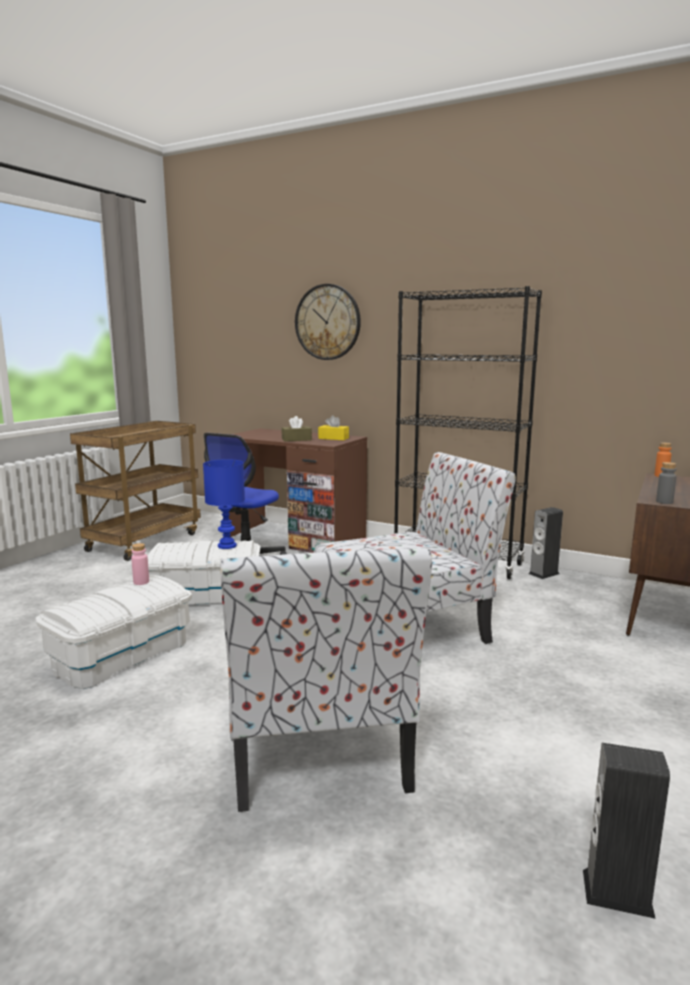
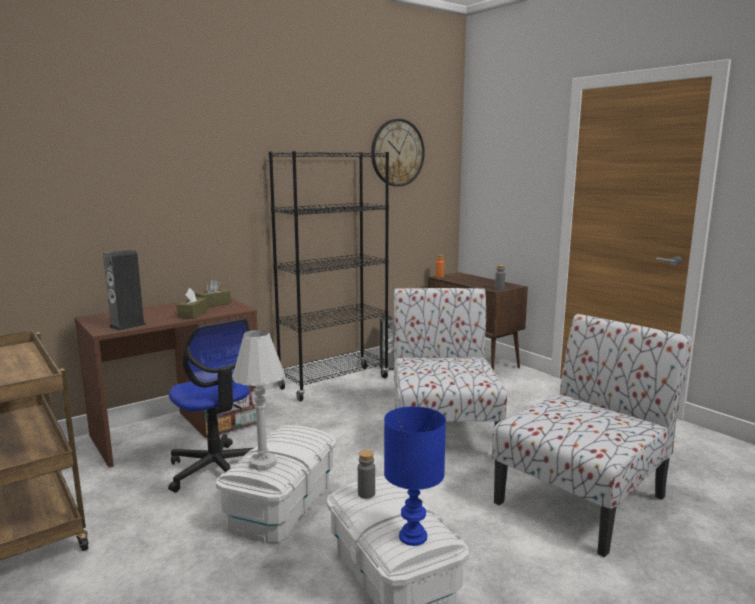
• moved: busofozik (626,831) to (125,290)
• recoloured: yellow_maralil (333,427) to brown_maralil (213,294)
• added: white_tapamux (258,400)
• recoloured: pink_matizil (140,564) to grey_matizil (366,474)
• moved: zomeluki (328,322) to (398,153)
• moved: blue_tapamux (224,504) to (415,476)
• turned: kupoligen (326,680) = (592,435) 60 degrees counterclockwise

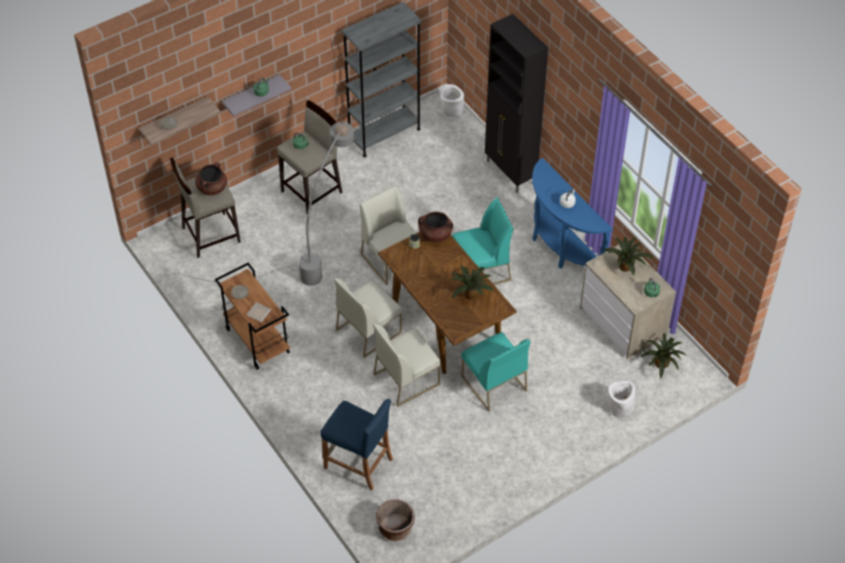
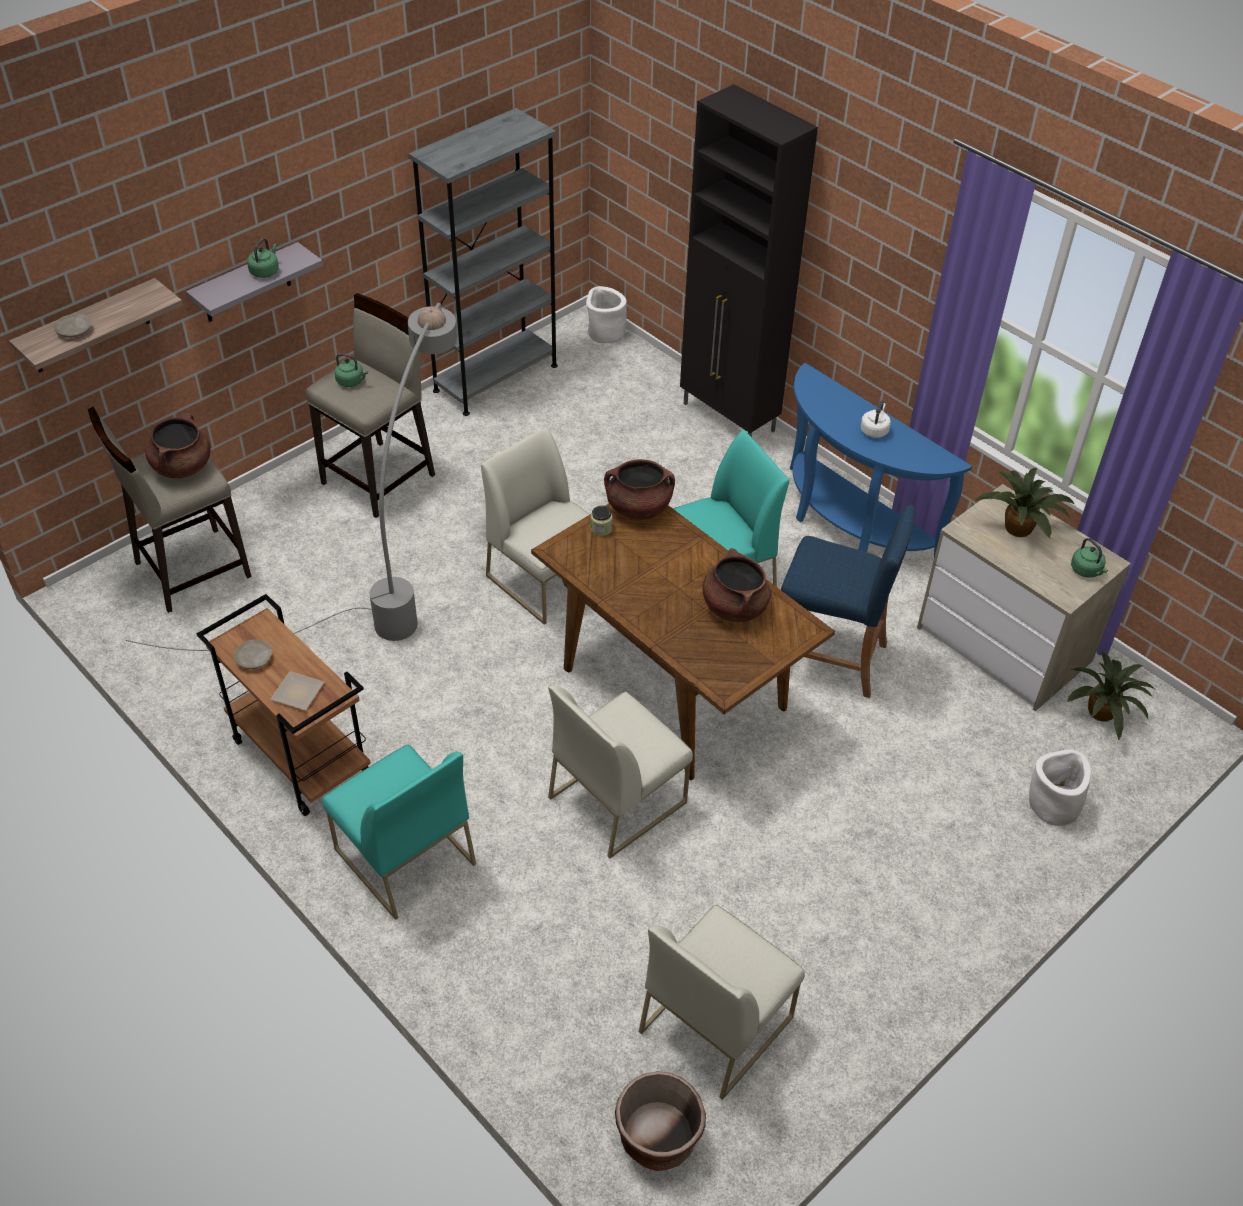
• moved: turquoise_kupoligen (496,372) to (399,832)
• moved: white_kupoligen (368,318) to (722,1002)
• replaced: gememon (471,282) to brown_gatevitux (736,585)
• moved: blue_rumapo (357,444) to (848,601)

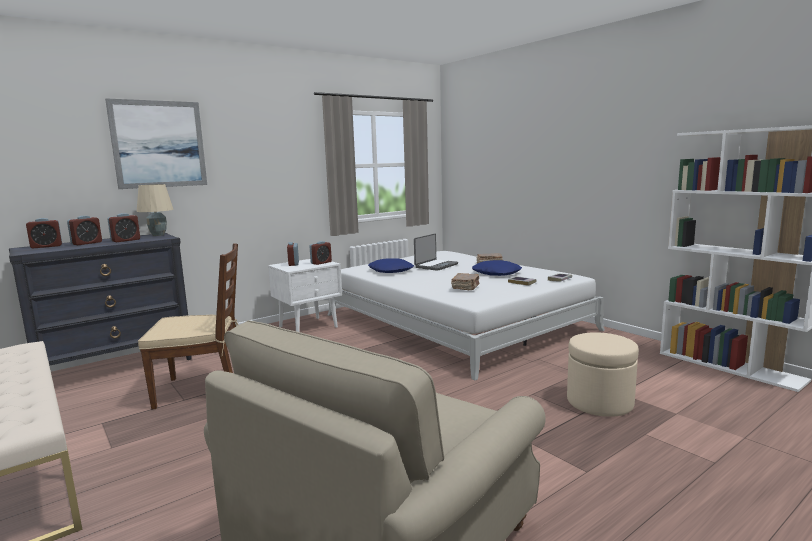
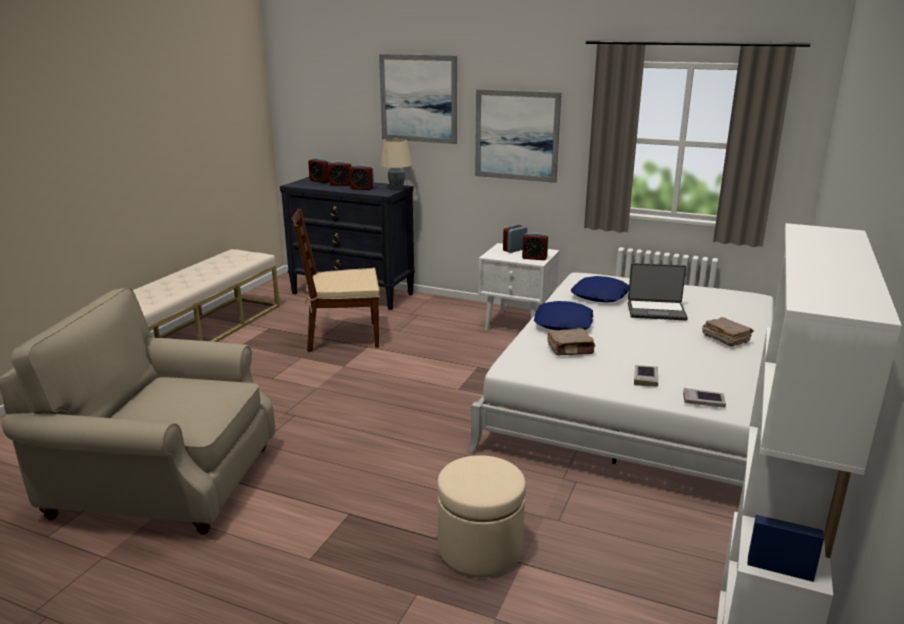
• turned: brown_kupoligen (188,326) = (336,280) 120 degrees clockwise
• added: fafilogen (518,136)
• moved: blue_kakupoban (497,268) to (563,315)

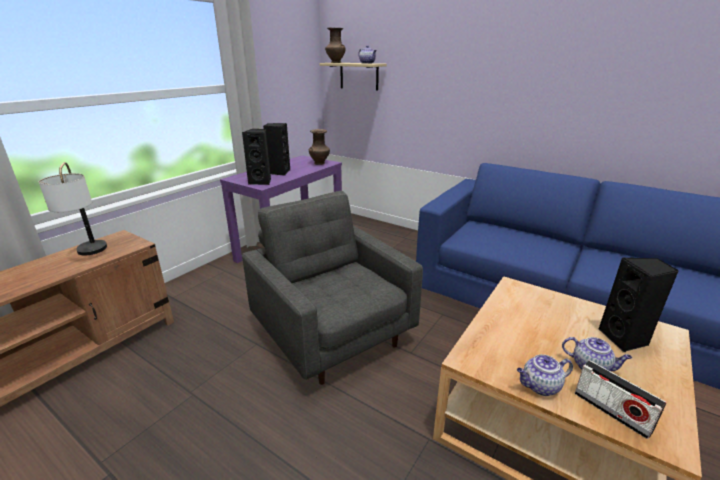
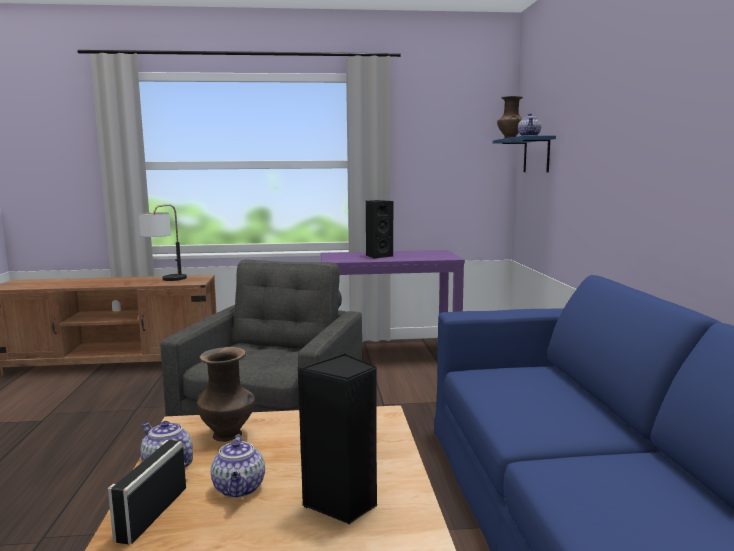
• moved: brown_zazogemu (319,147) to (226,394)
• recoloured: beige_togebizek (353,77) to blue_togebizek (524,154)
• removed: black_busofozik (256,157)

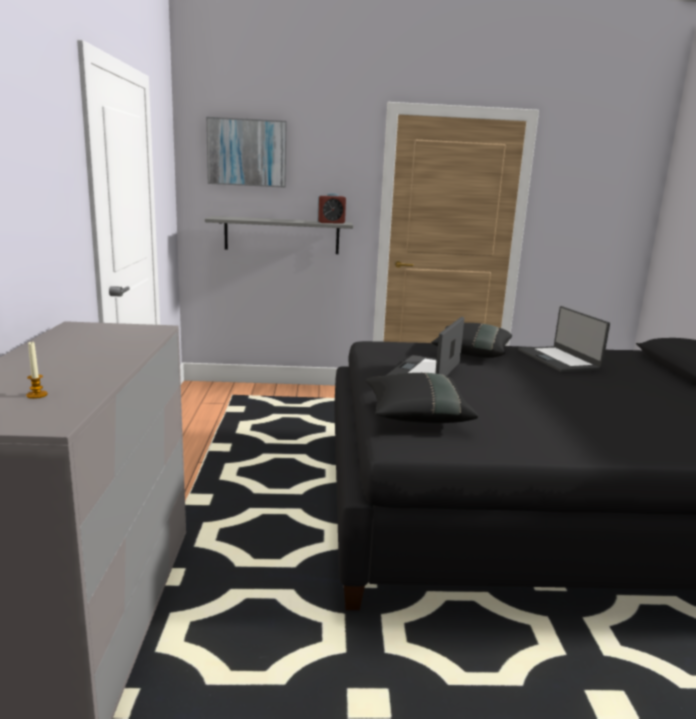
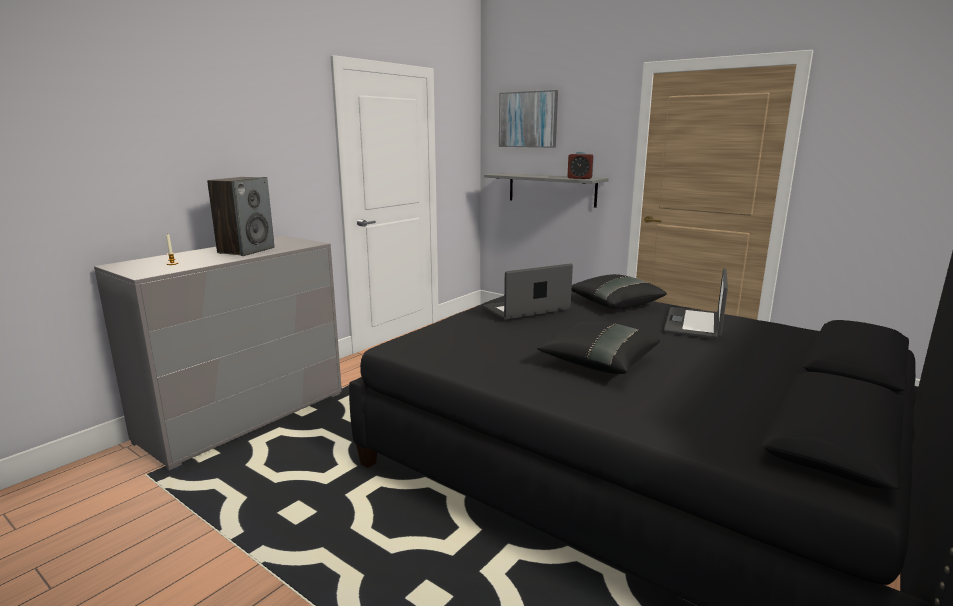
• added: busofozik (241,216)
• moved: black_kakupoban (421,398) to (598,347)

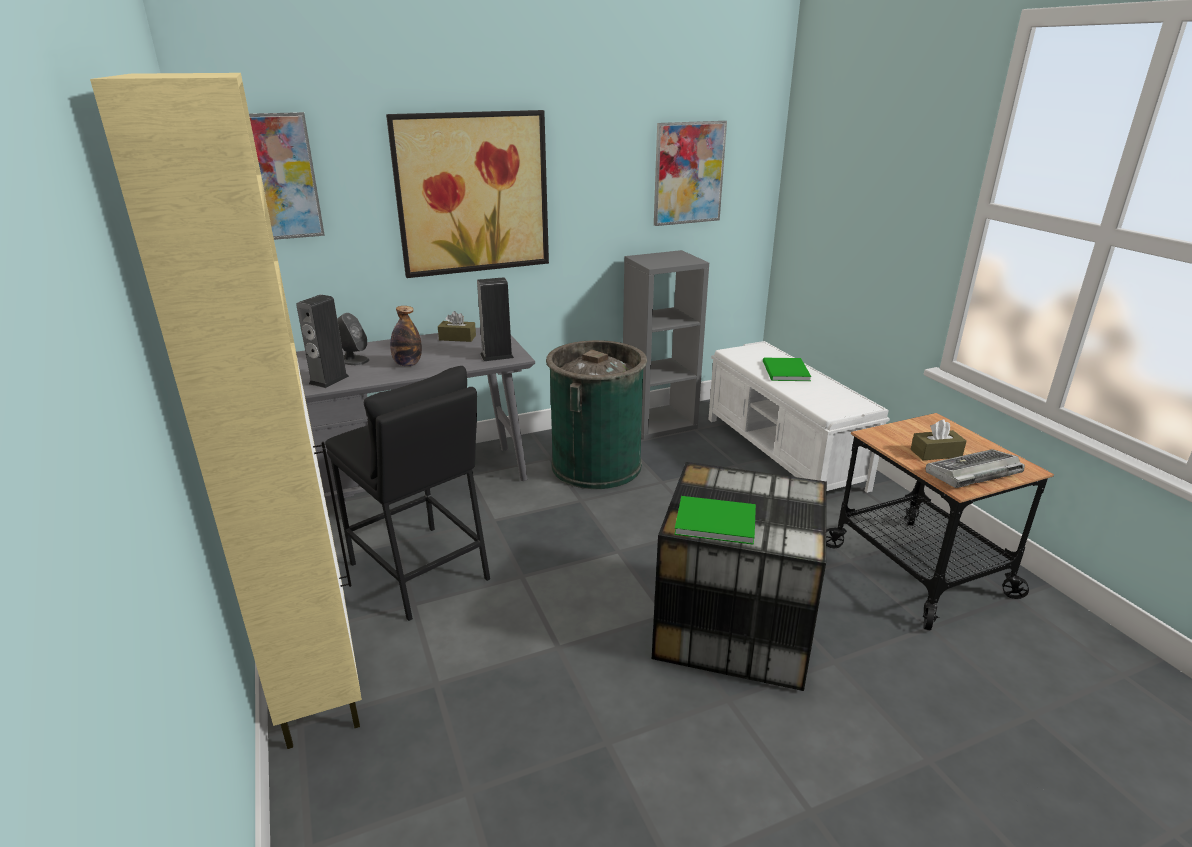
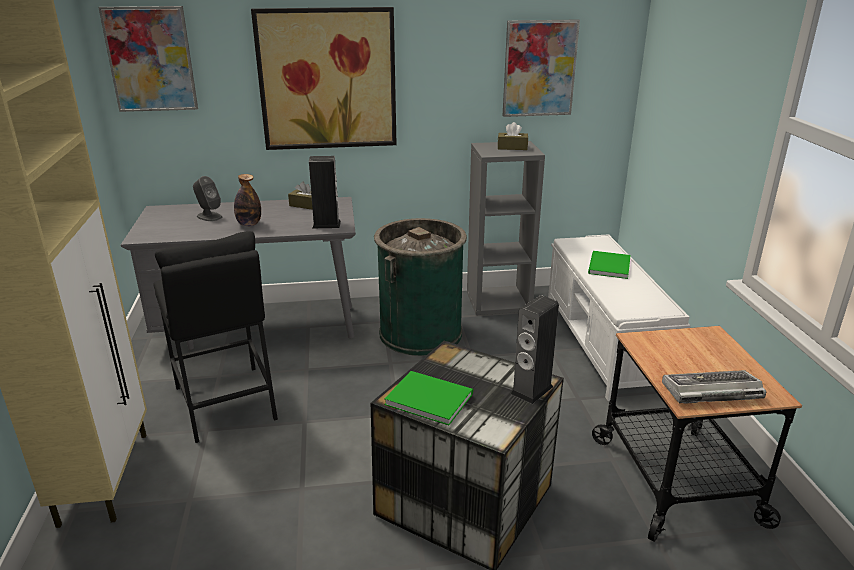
• moved: brown_maralil (938,440) to (513,136)
• moved: busofozik (322,341) to (535,349)

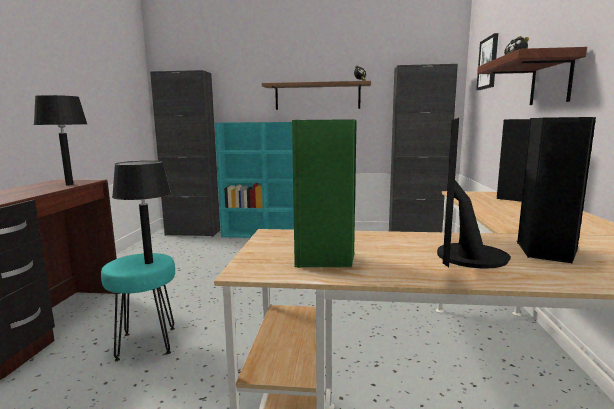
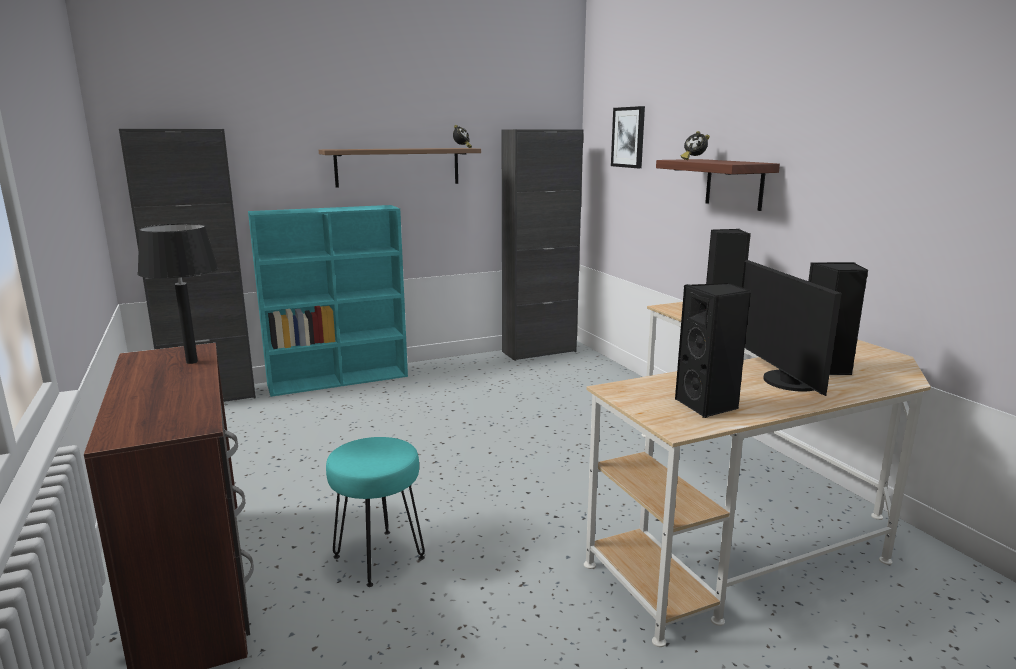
• recoloured: green_busofozik (324,193) to black_busofozik (713,350)
• removed: black_tapamux (141,212)

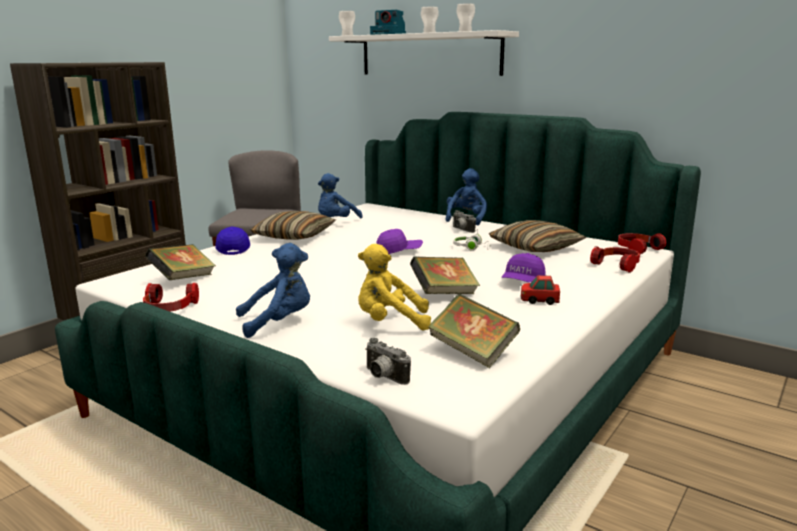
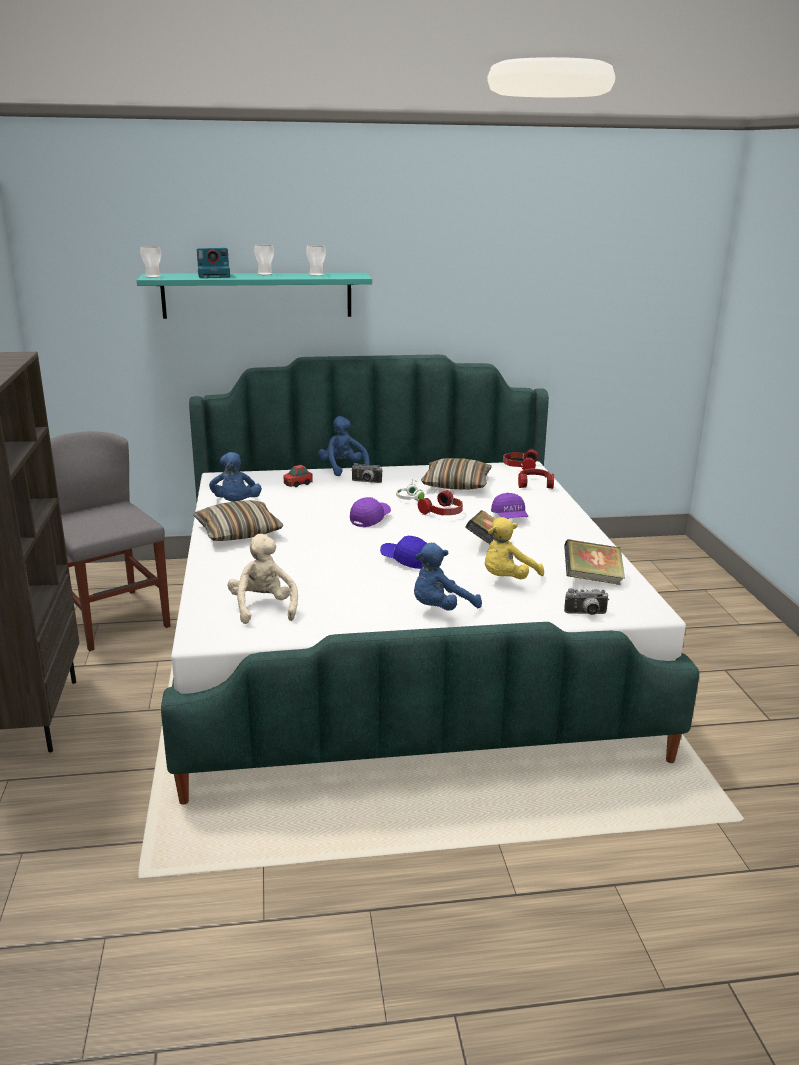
• recoloured: white_togebizek (424,53) to turquoise_togebizek (254,296)
• replaced: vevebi (180,262) to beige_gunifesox (263,579)
• moved: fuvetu (540,290) to (298,476)
• moved: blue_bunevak (232,240) to (403,552)
• turned: blue_gunifesox (273,290) = (448,577) 150 degrees counterclockwise
• moved: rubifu (171,297) to (440,502)

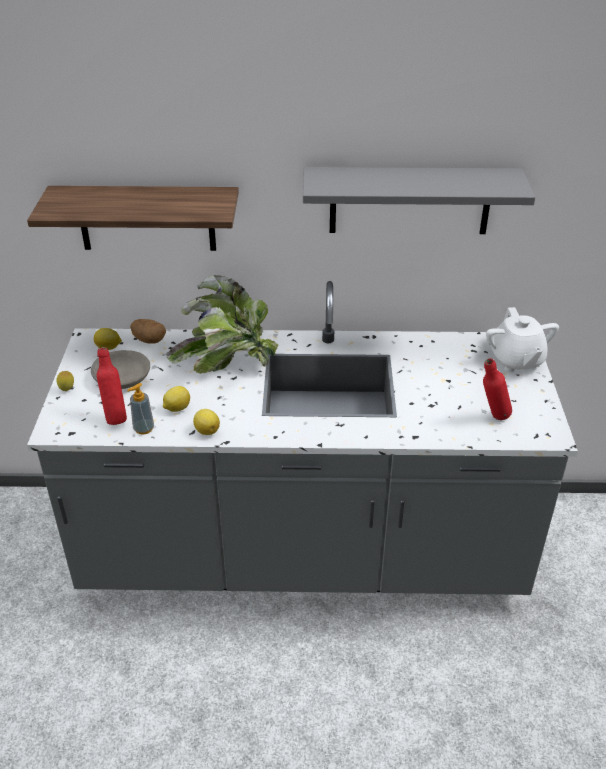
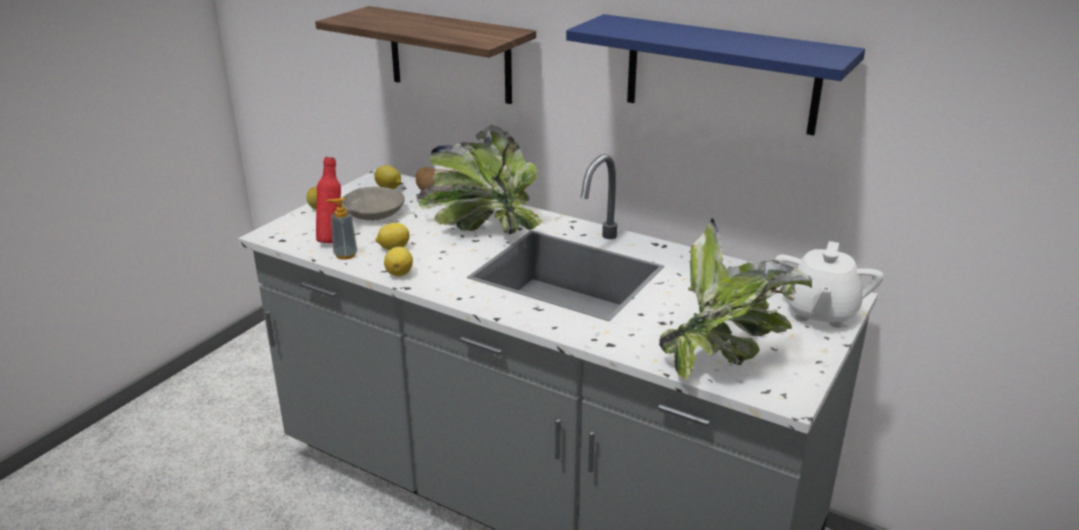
• recoloured: grey_togebizek (419,200) to blue_togebizek (715,75)
• replaced: red_matizil (497,389) to gememon (735,299)

